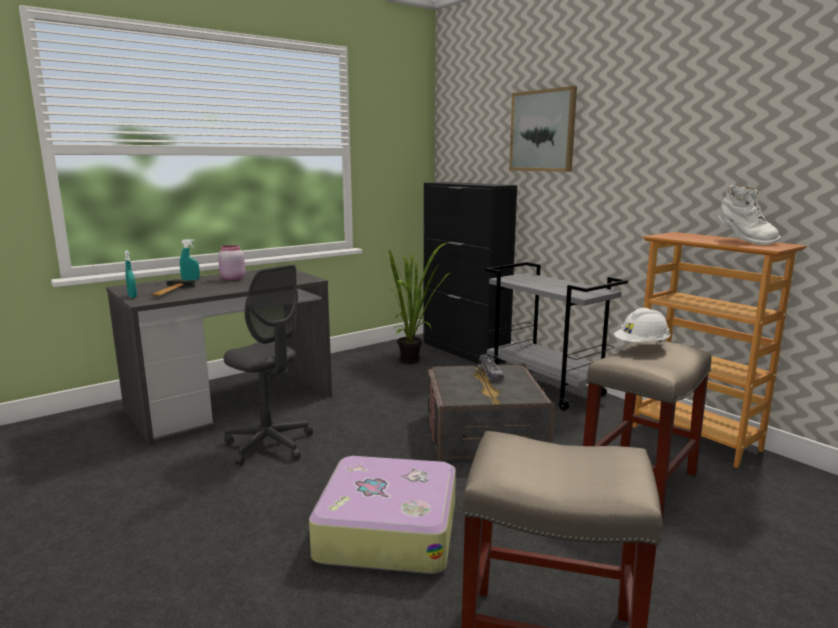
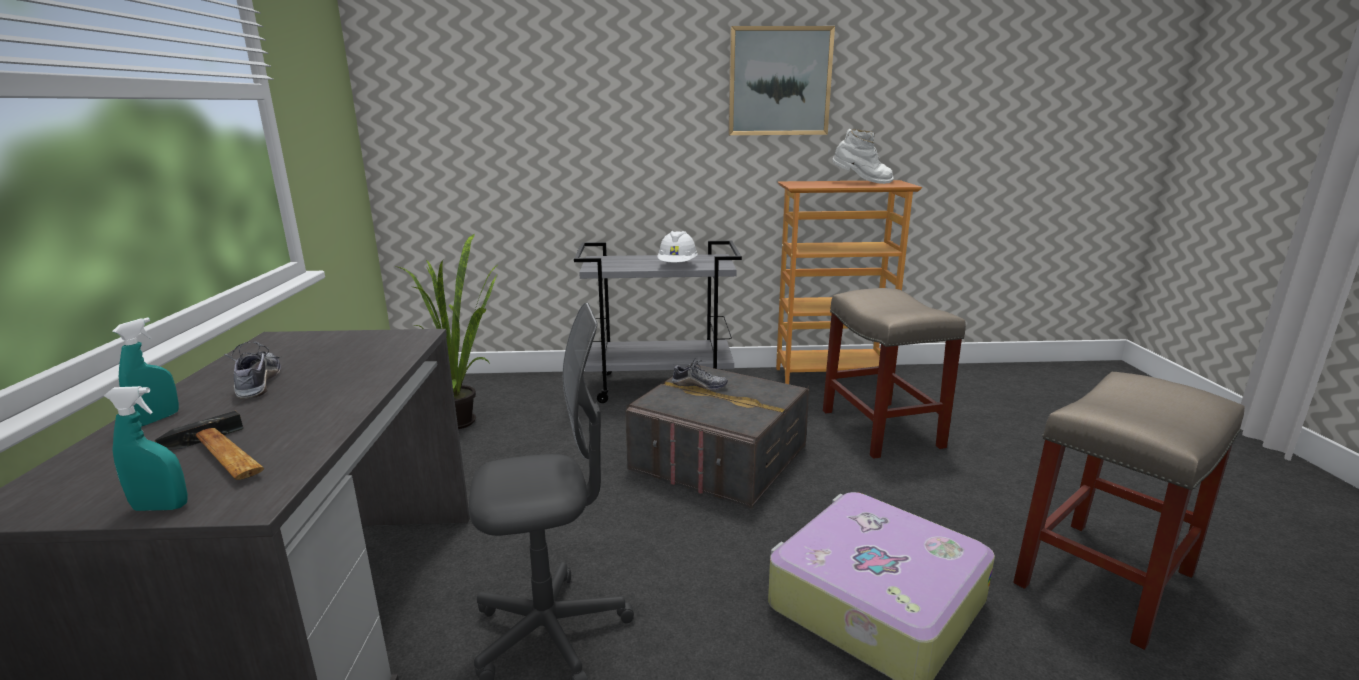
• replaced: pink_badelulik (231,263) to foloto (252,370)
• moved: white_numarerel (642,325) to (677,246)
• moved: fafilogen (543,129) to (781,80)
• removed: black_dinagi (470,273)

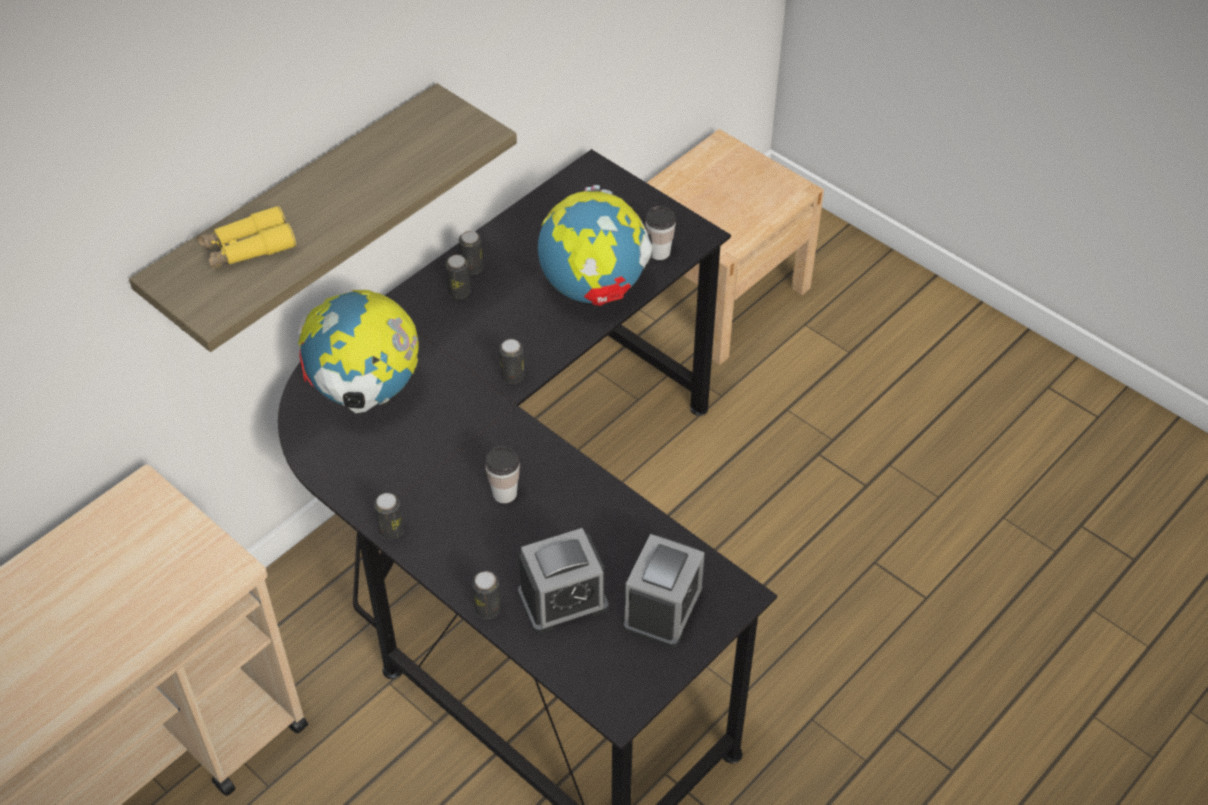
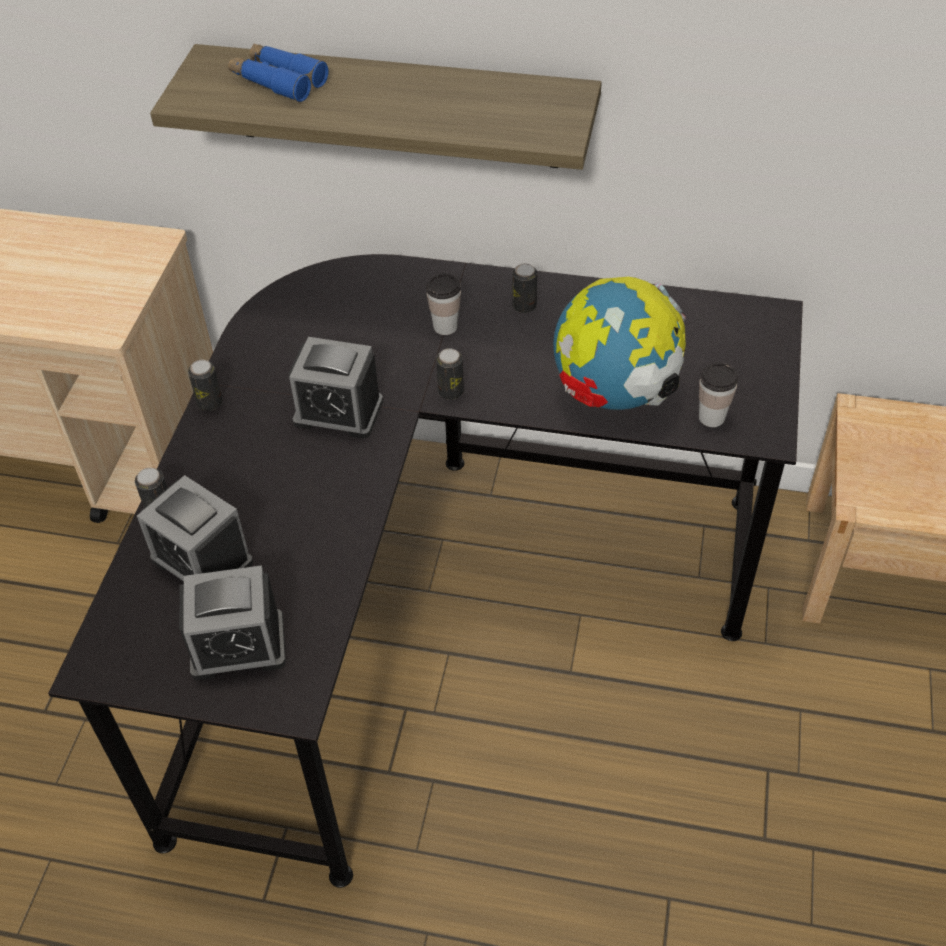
• recoloured: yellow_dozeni (246,236) to blue_dozeni (278,72)
• added: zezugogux (336,388)
• moved: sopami (502,474) to (443,304)
• removed: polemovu (358,351)
• removed: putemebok (471,252)

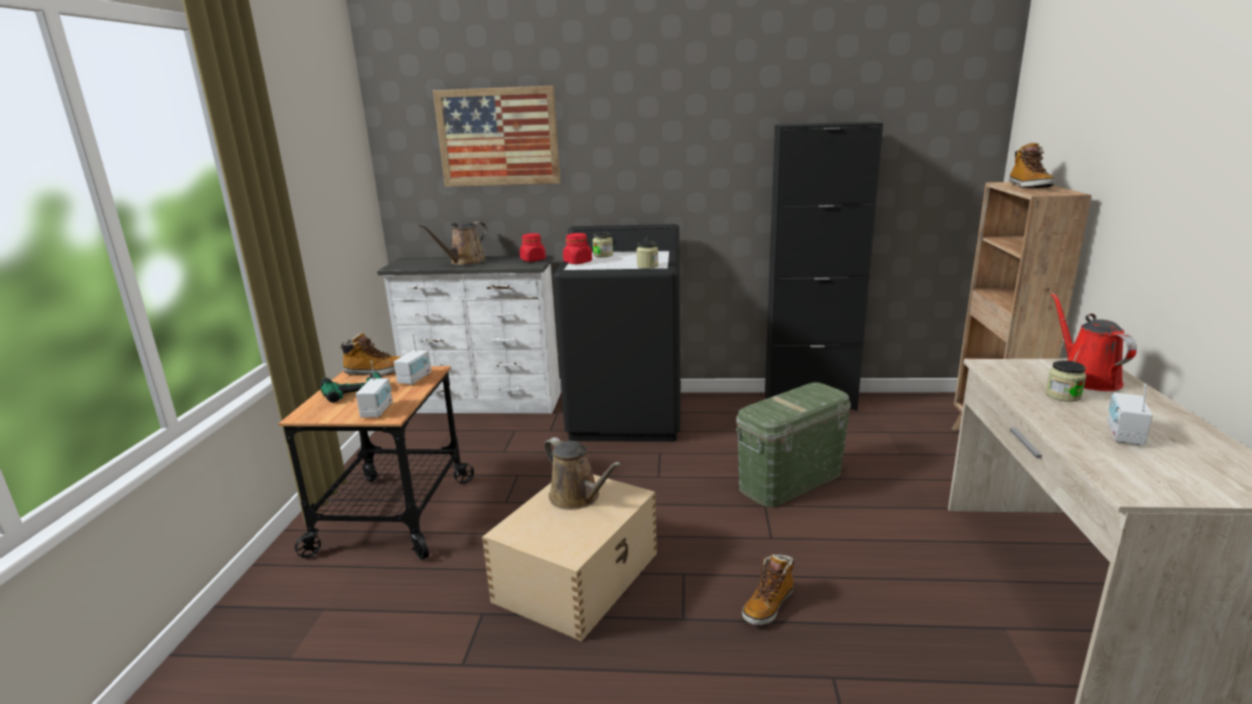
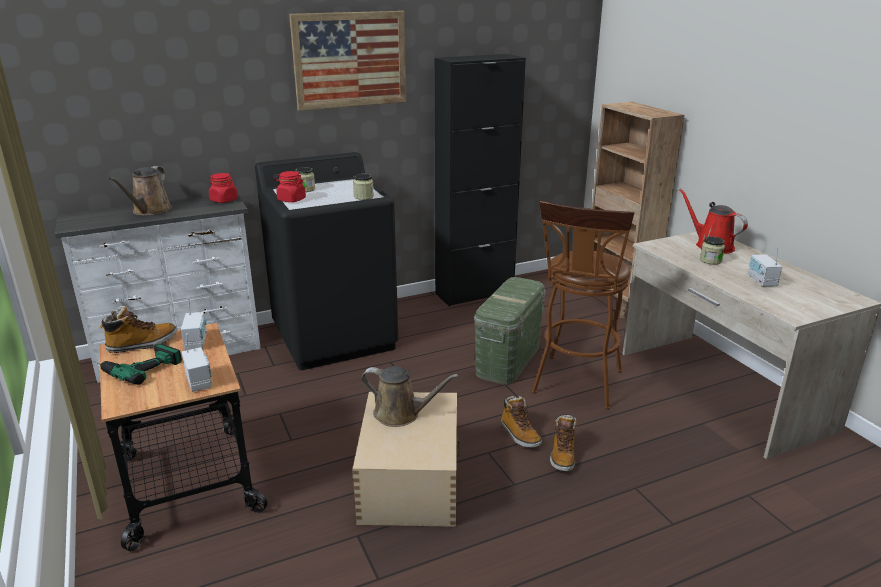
• moved: fafilogen (496,136) to (347,61)
• moved: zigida (1032,165) to (521,421)
• added: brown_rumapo (583,305)

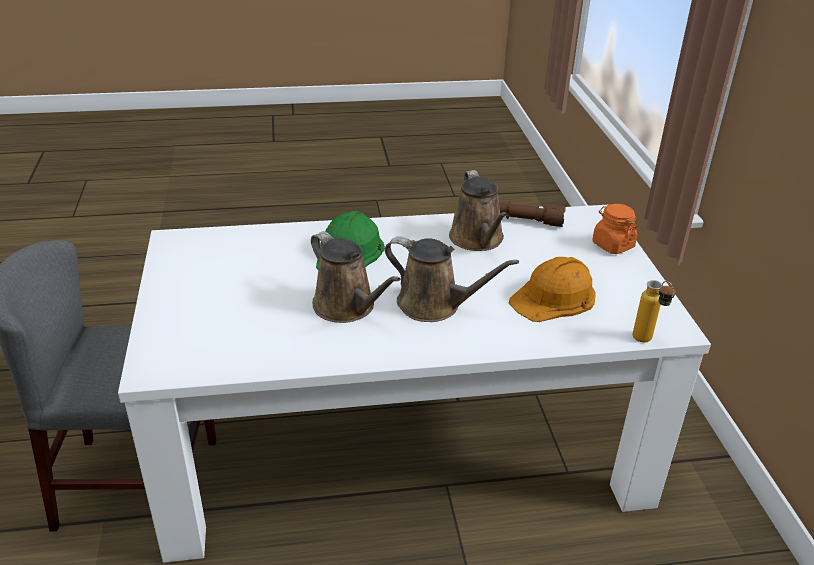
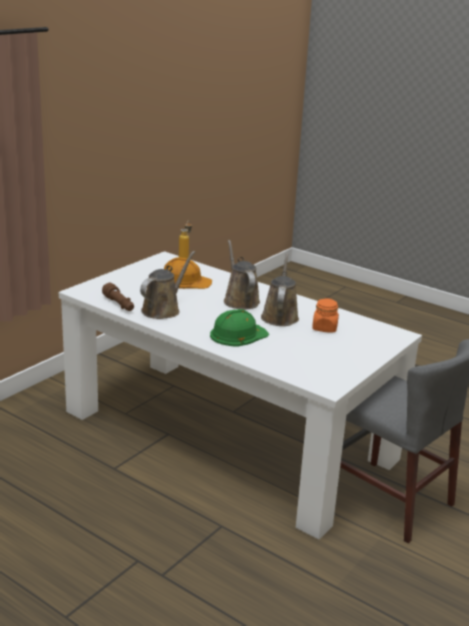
• moved: orange_badelulik (614,229) to (325,315)

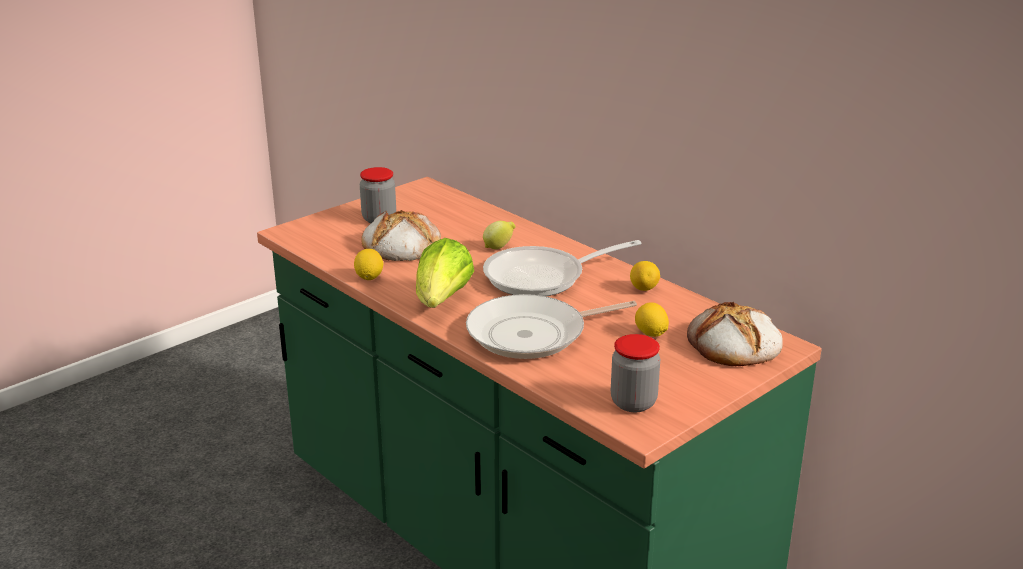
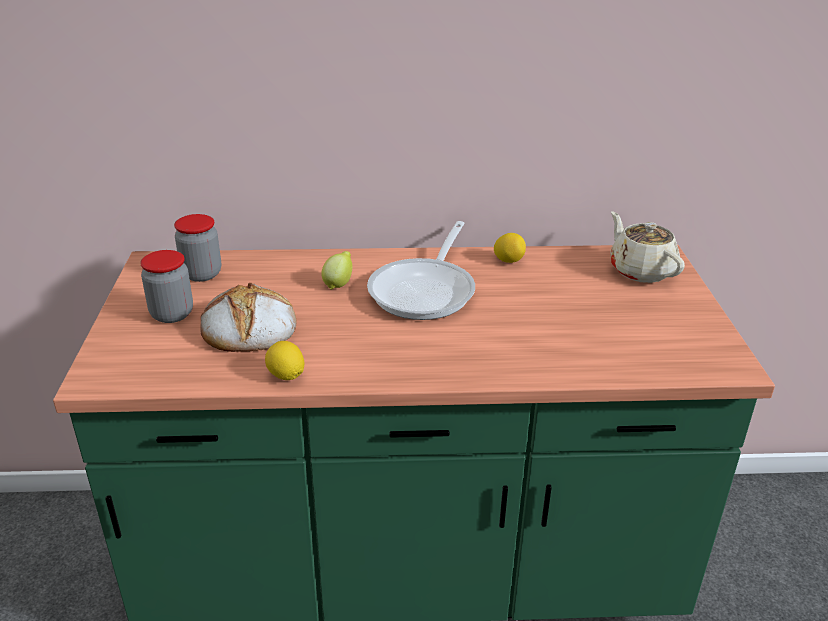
• moved: badelulik (635,373) to (197,248)
• replaced: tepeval (735,334) to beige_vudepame (647,247)
• removed: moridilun (445,273)
• removed: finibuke (551,326)
• removed: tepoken (652,319)

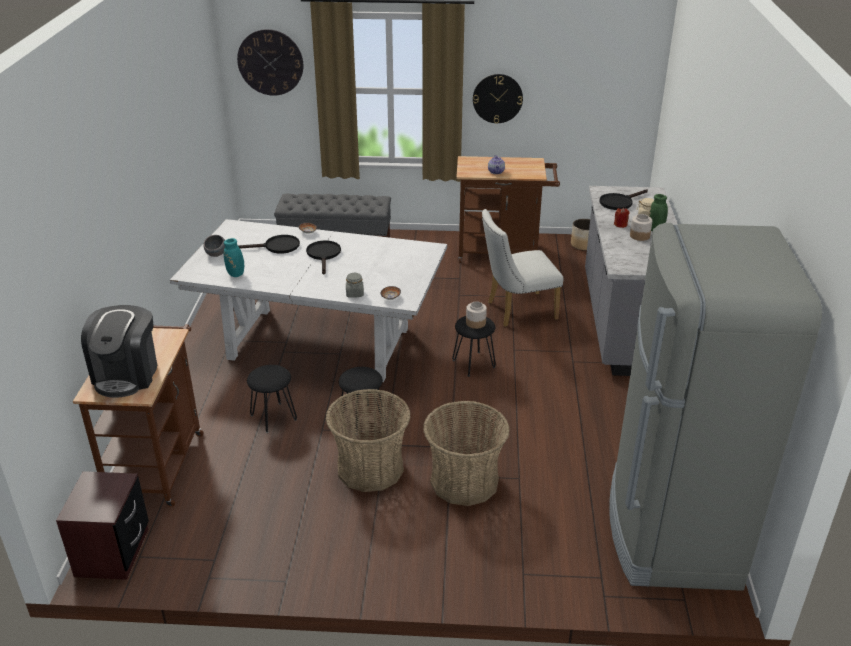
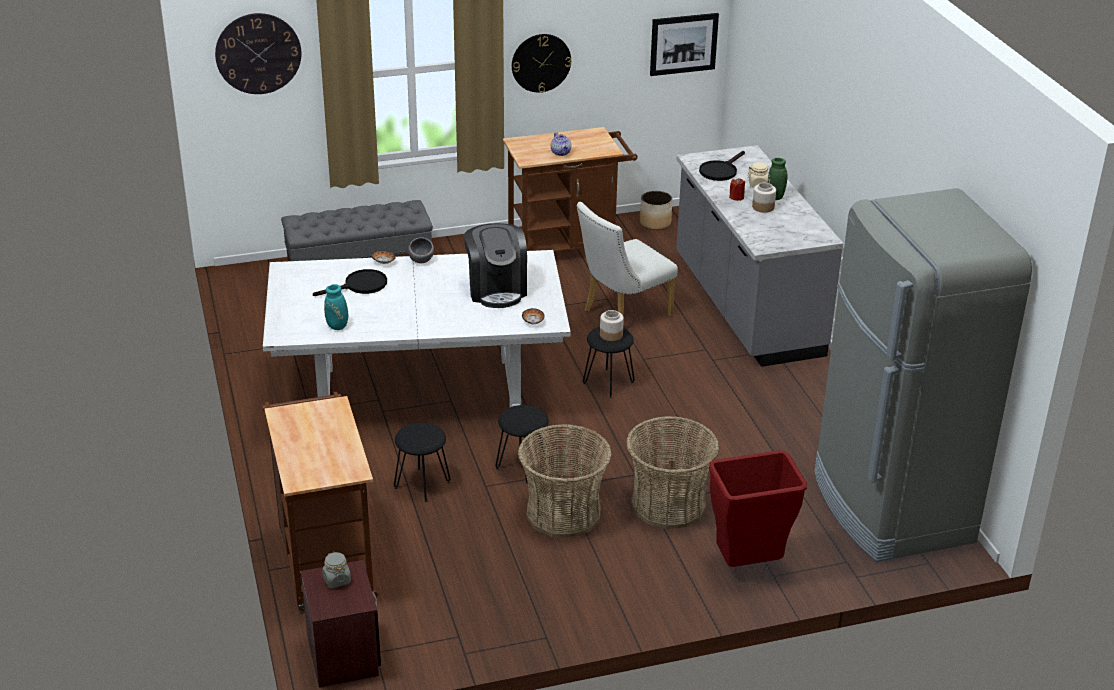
• moved: grey_badelulik (355,285) to (336,570)
• moved: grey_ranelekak (214,246) to (421,250)
• moved: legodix (119,351) to (495,265)
• added: fafilogen (684,44)
• added: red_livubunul (758,508)
• removed: black_finibuke (323,257)

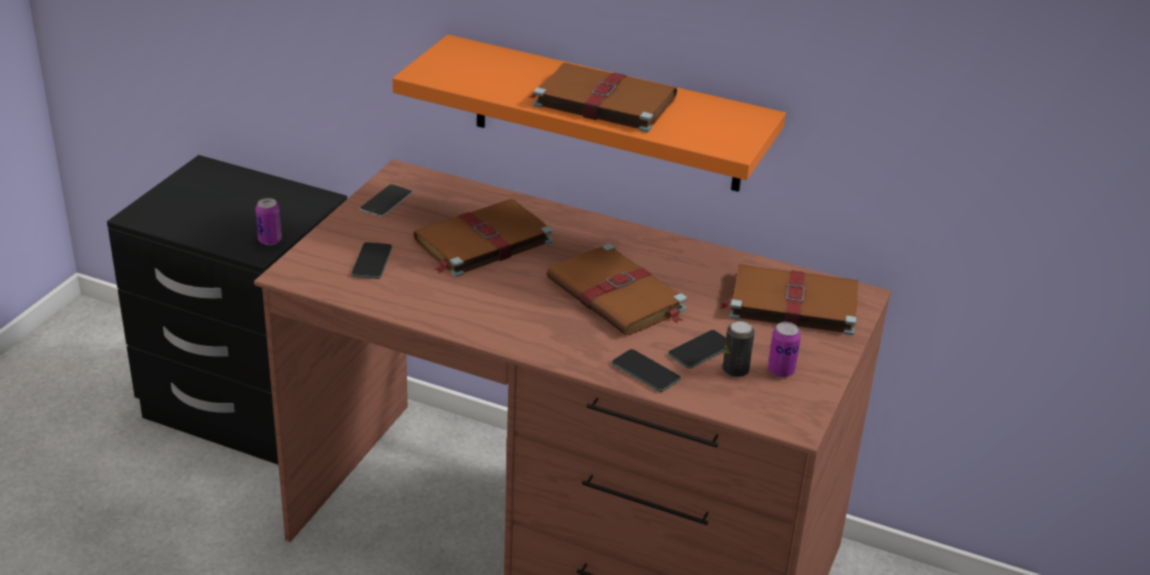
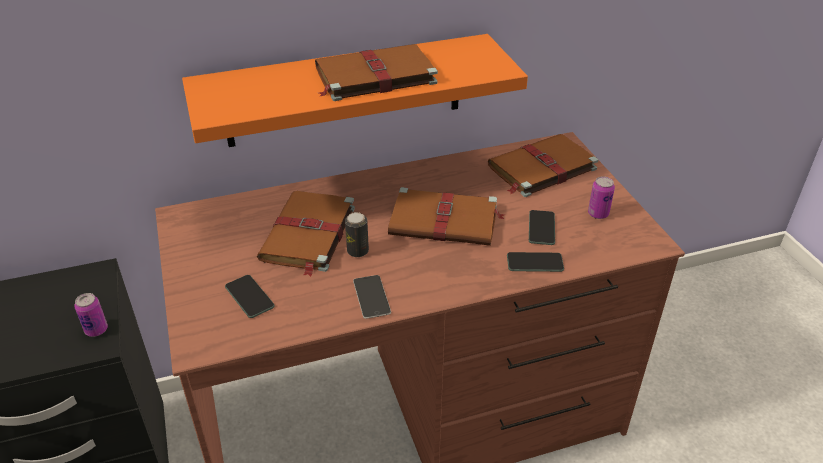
• moved: putemebok (738,349) to (357,234)
• moved: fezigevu (386,200) to (372,297)

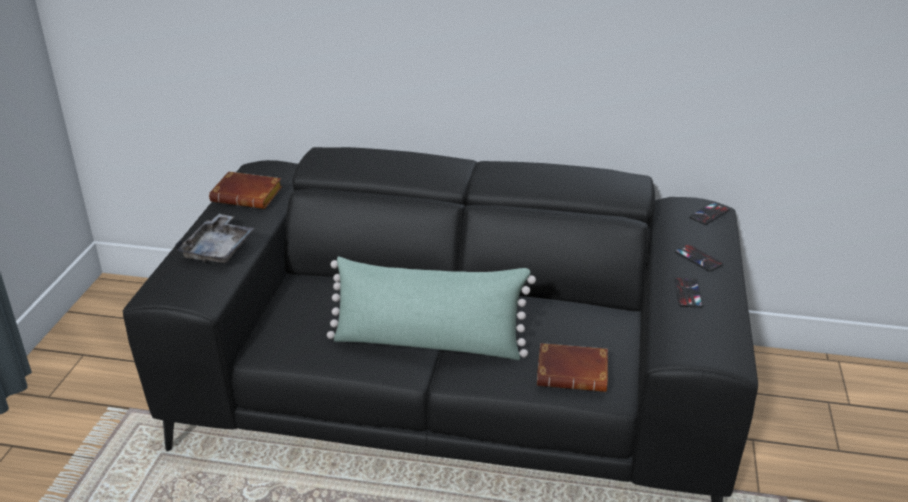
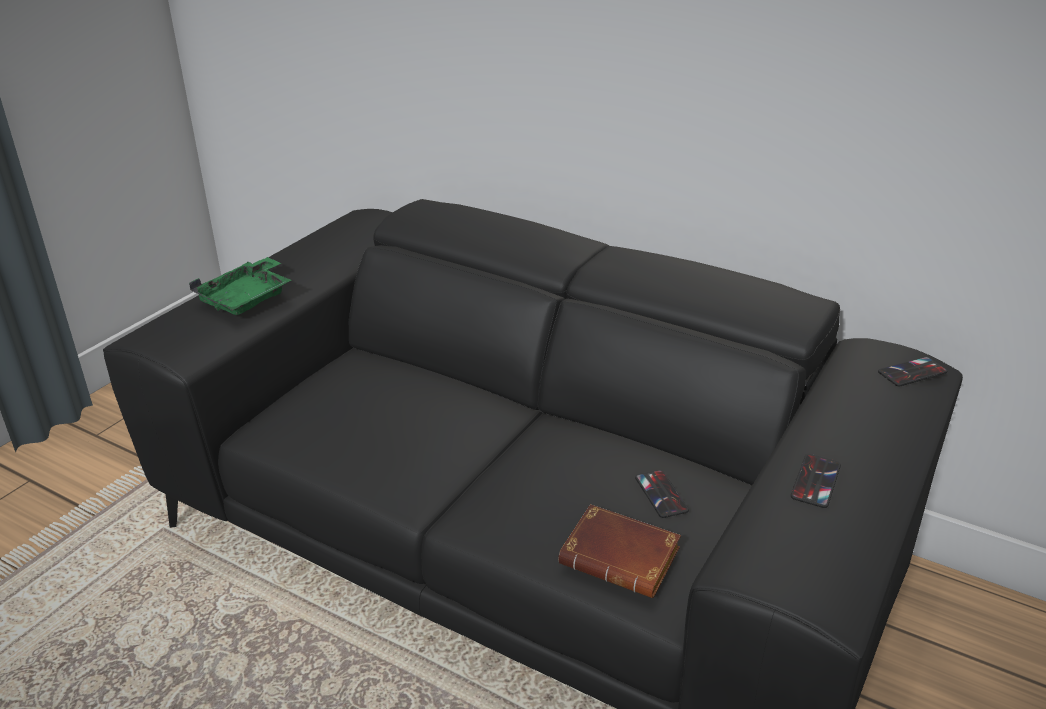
• recoloured: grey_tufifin (214,238) to green_tufifin (240,286)
• moved: fezigevu (699,258) to (662,494)
• removed: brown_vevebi (245,190)
• removed: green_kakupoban (431,308)

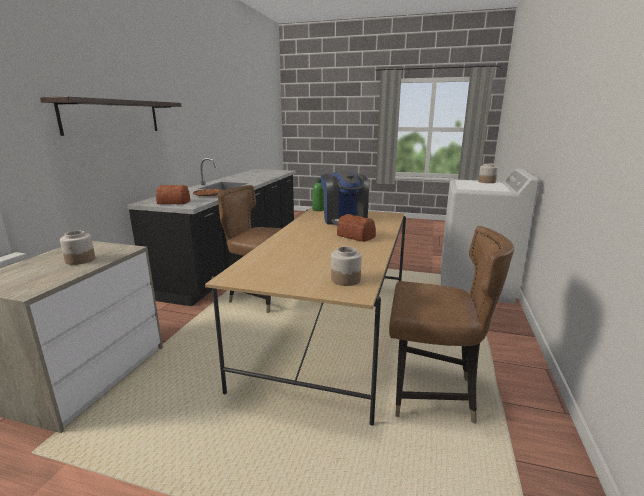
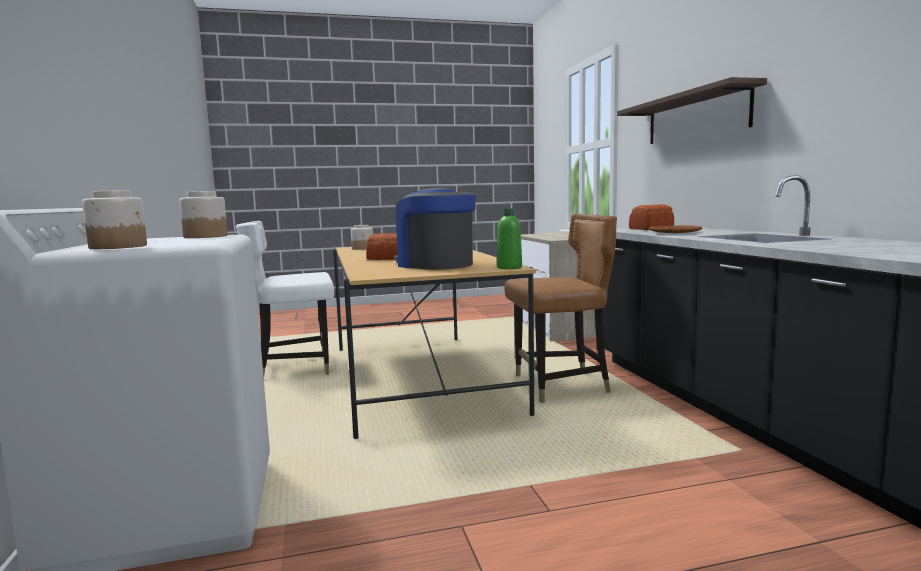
• moved: badelulik (77,248) to (203,214)
• recoloured: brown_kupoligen (451,325) to white_kupoligen (285,298)

